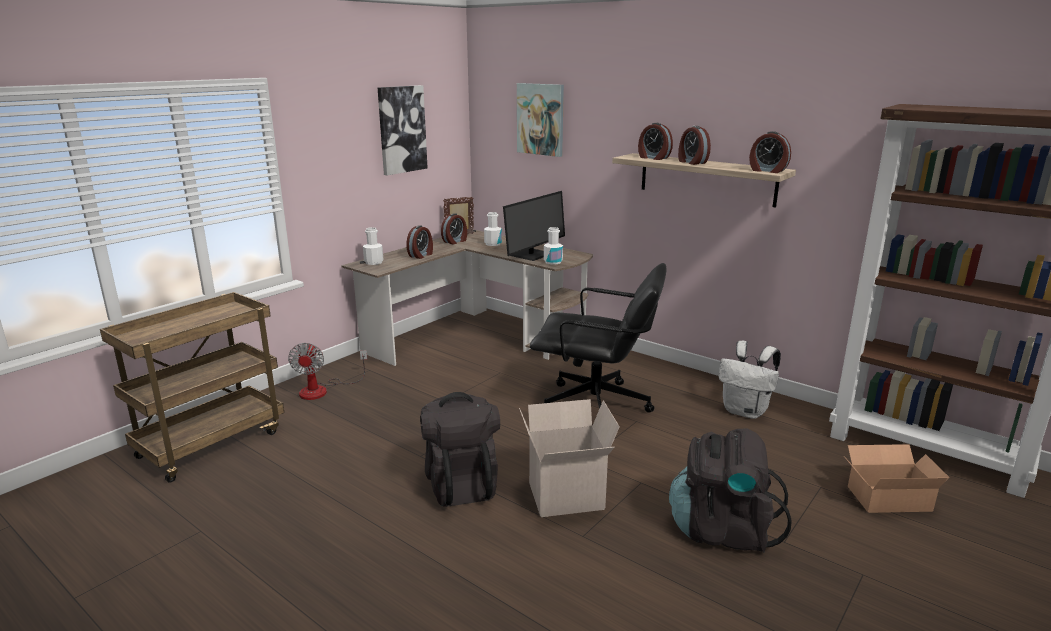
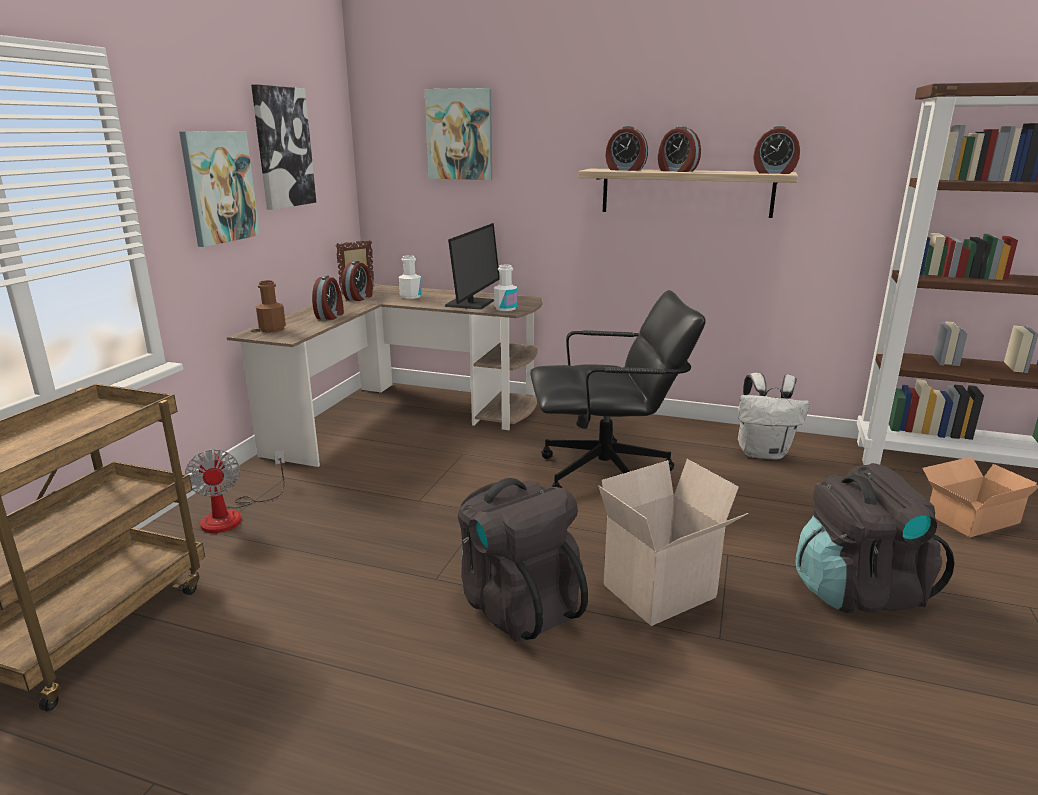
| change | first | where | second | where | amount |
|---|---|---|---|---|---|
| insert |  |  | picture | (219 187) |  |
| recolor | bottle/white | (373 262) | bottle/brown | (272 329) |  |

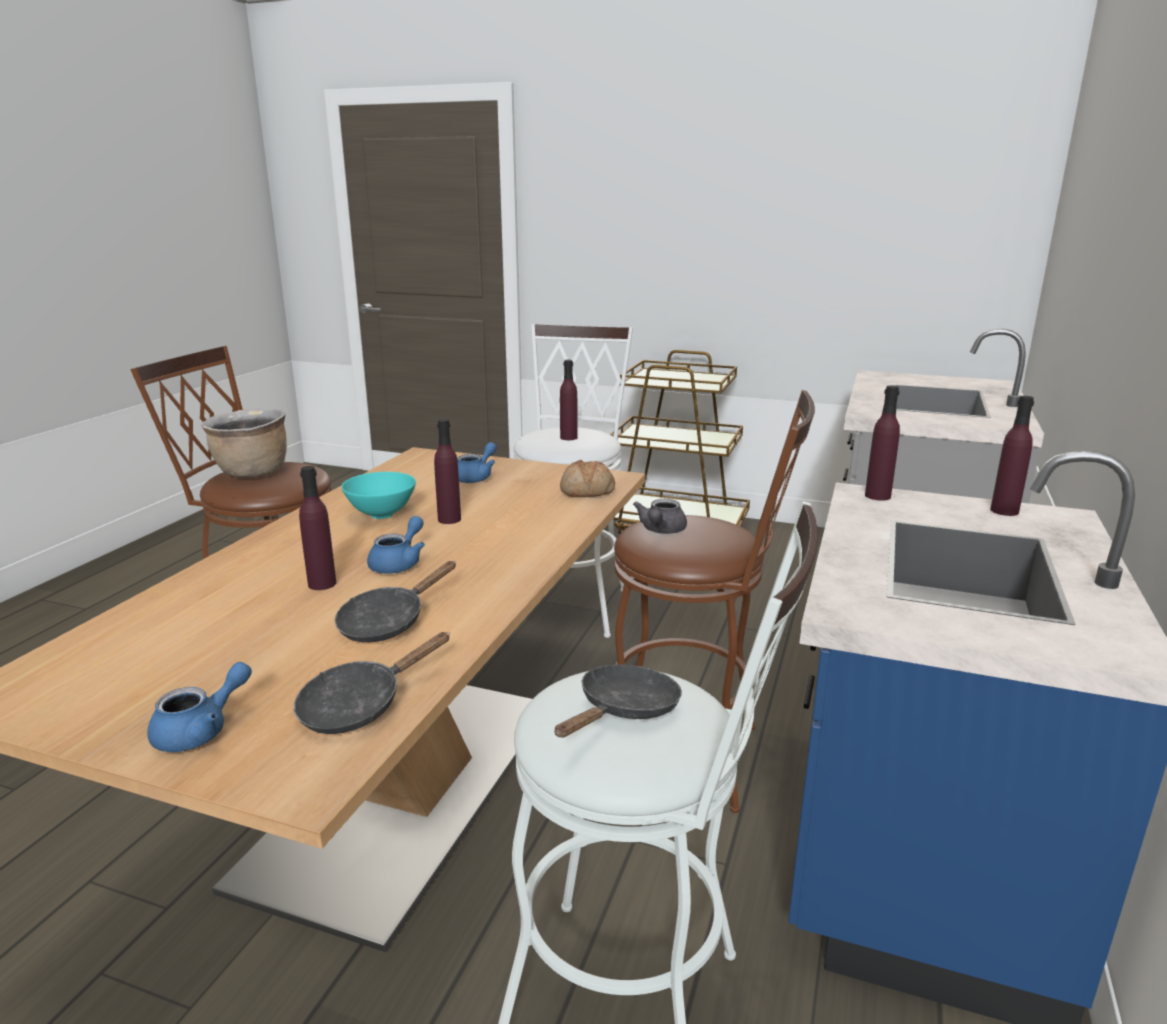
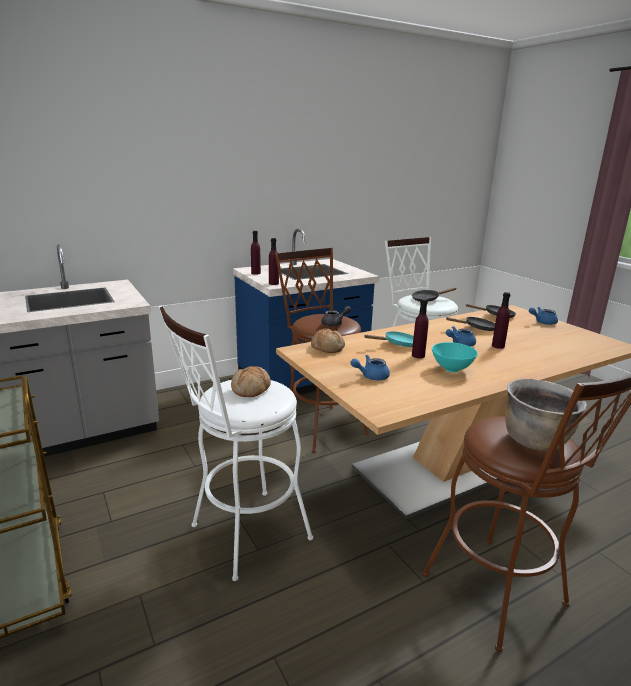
| change | first | where | second | where | amount |
|---|---|---|---|---|---|
| replace | bottle/purple | (568 437) | bread | (251 389) |  |
| insert |  |  | frying pan/turquoise | (398 344) |  |

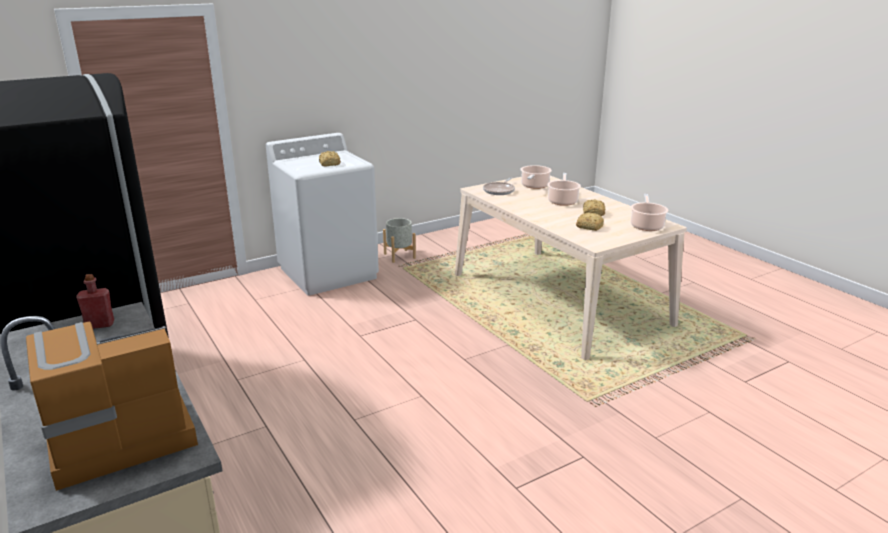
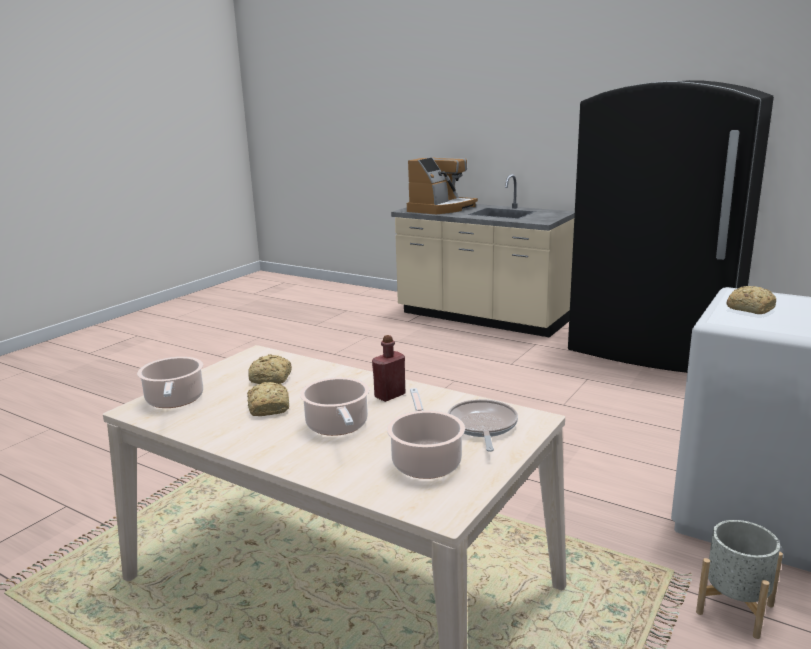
| change | first | where | second | where | amount |
|---|---|---|---|---|---|
| move | bottle/red | (100 325) |  | (390 395) |  |

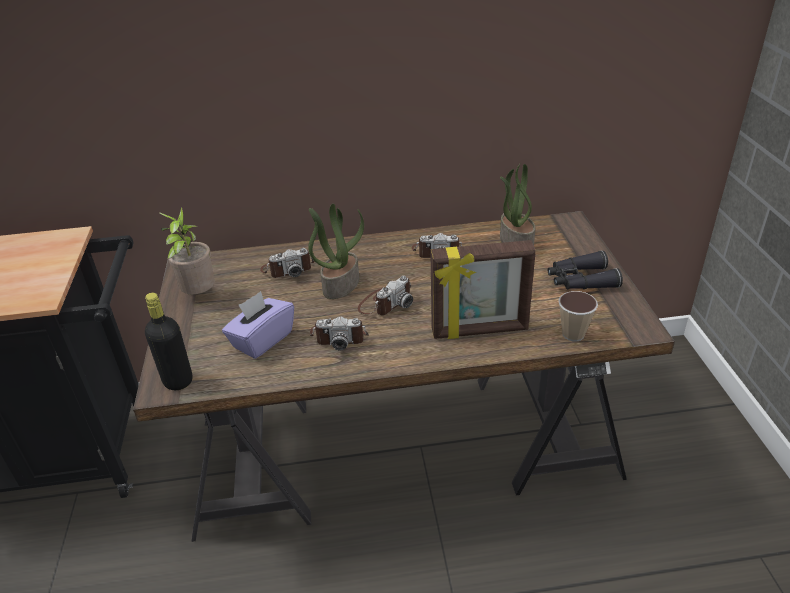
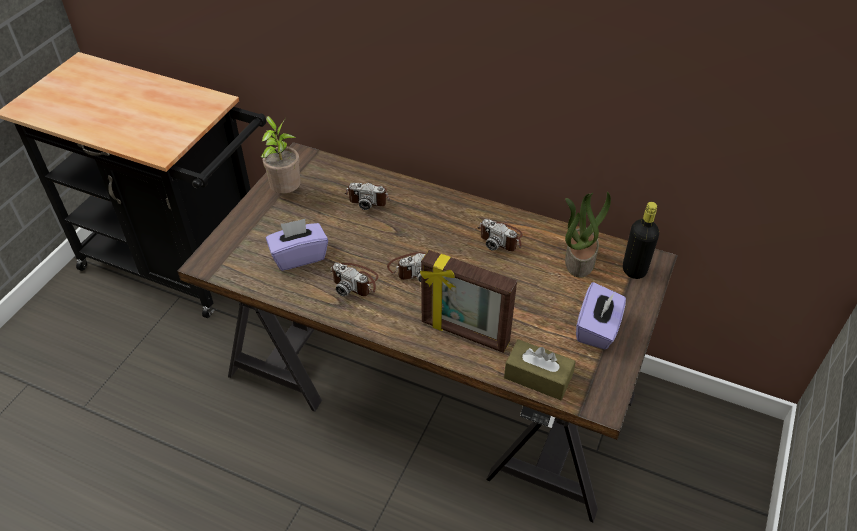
| change | first | where | second | where | amount |
|---|---|---|---|---|---|
| replace | cup | (573 334) | tissue box/brown | (538 377) |  |
| replace | binoculars/black | (580 280) | tissue box/purple | (597 329) |  |
| move | bottle/black | (178 381) |  | (634 270) |  |
| delete | potted plant | (340 284) |  |  |  |

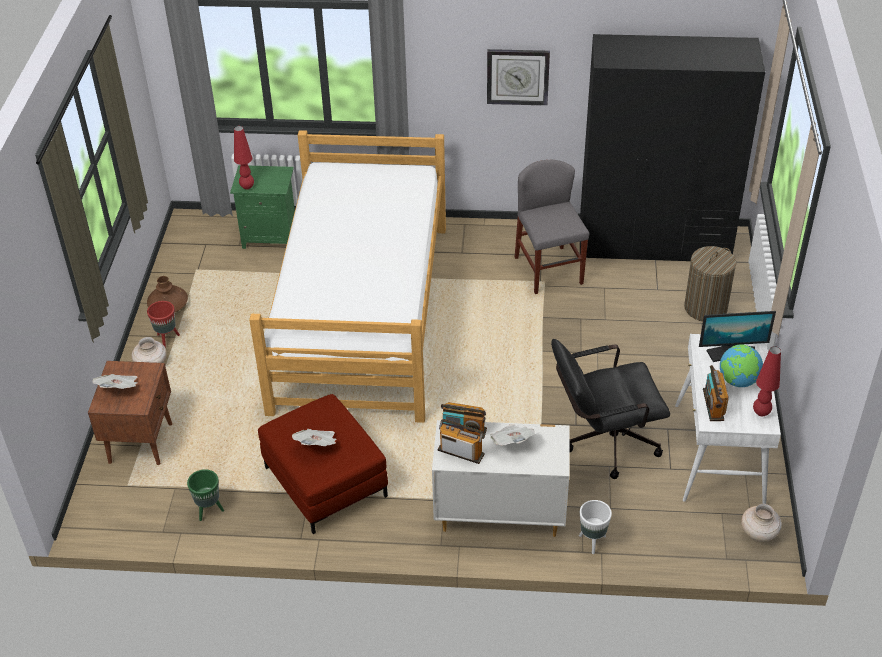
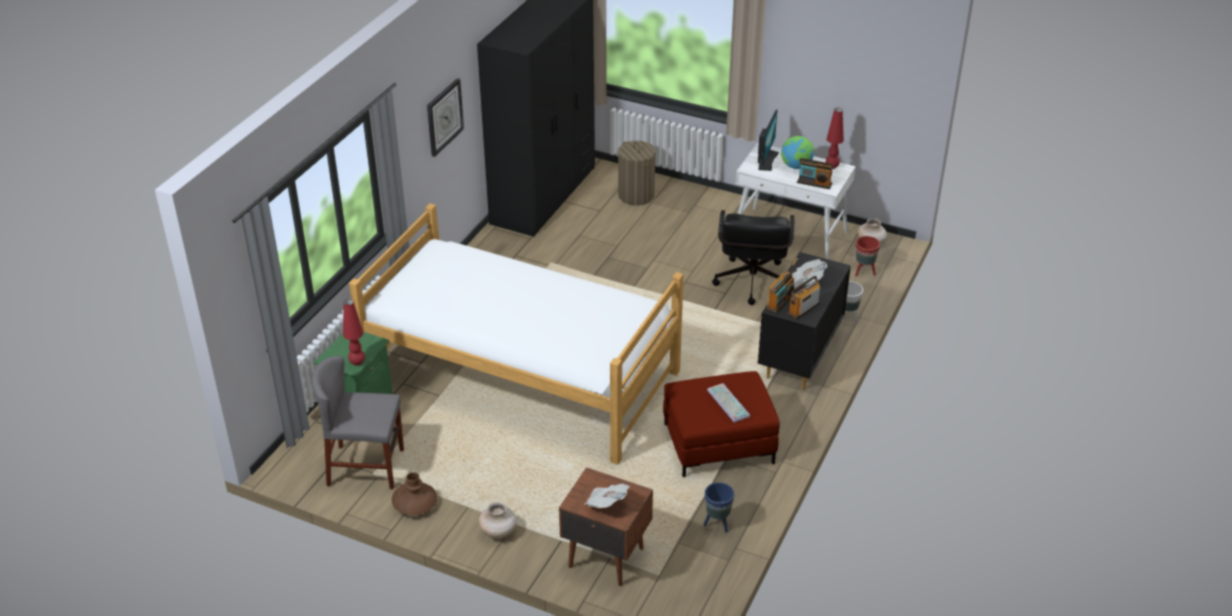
| change | first | where | second | where | amount |
|---|---|---|---|---|---|
| move | chair/grey | (548 270) |  | (366 467) |  |
| recolor | planter/green | (209 510) | planter/blue | (717 524) |  |
| replace | newspaper | (317 445) | keyboard | (727 403) |  |
| recolor | dresser/white | (499 514) | dresser/black | (799 356) |  |
| move | planter/red | (167 339) |  | (864 272) |  |

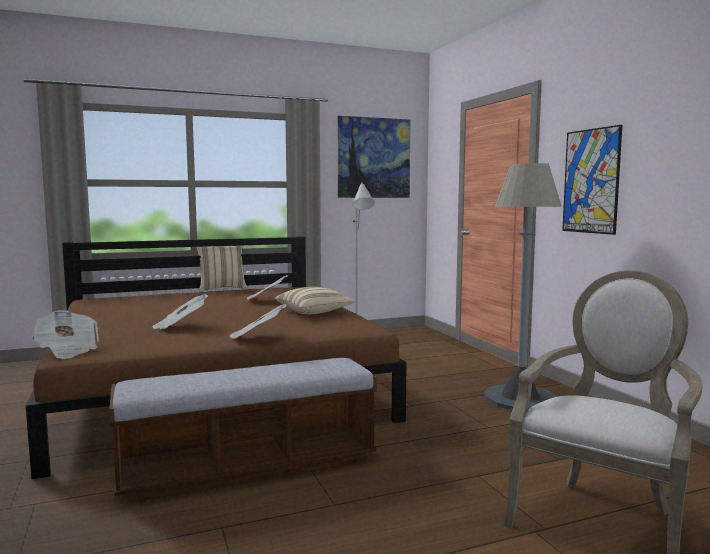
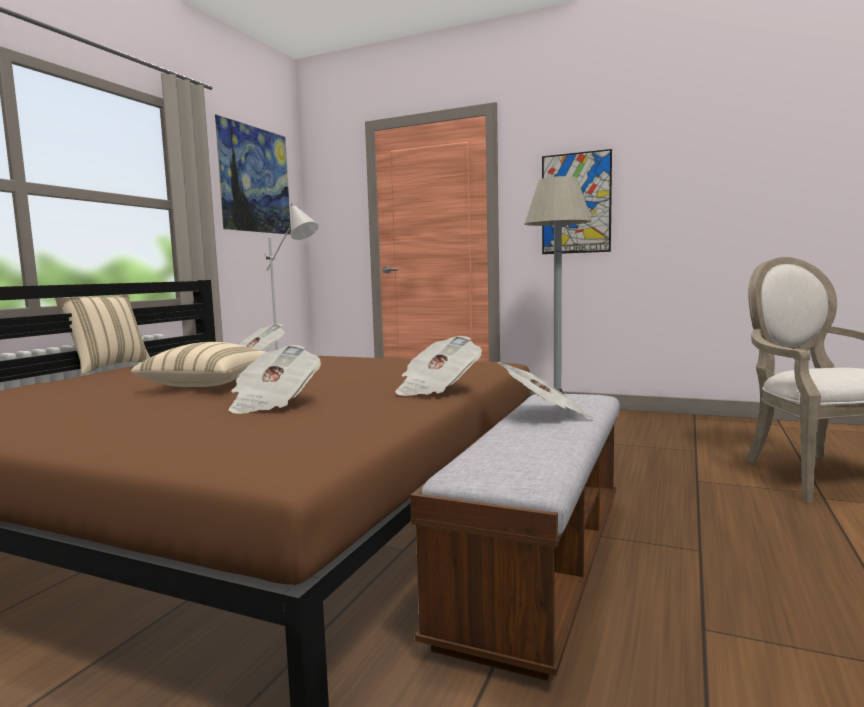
| change | first | where | second | where | amount |
|---|---|---|---|---|---|
| move | pillow/beige | (315 312) |  | (210 384) |  |
| move | newspaper | (67 351) |  | (545 414) |  |

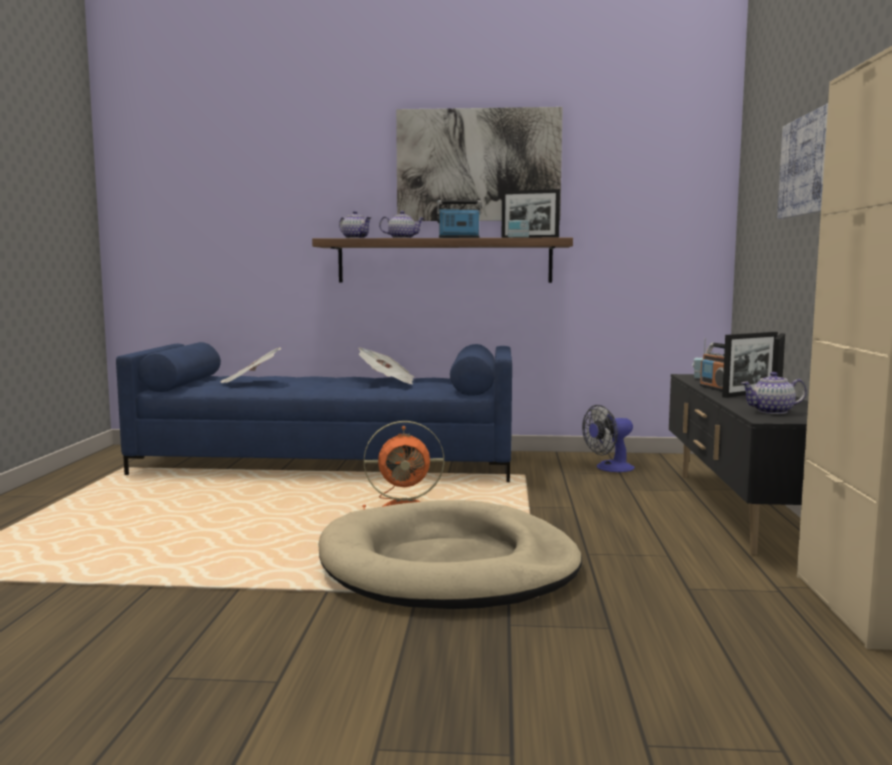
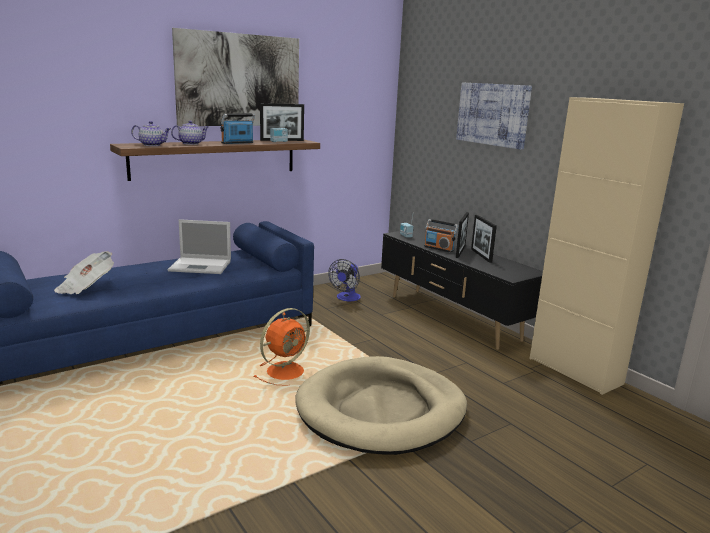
| change | first | where | second | where | amount |
|---|---|---|---|---|---|
| replace | newspaper | (387 382) | laptop | (201 266) |  |
| delete | teapot | (772 411) |  |  |  |

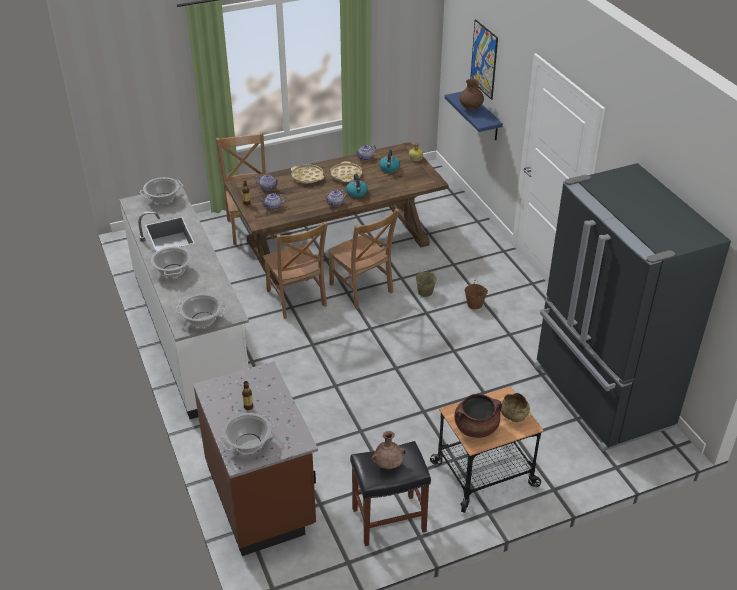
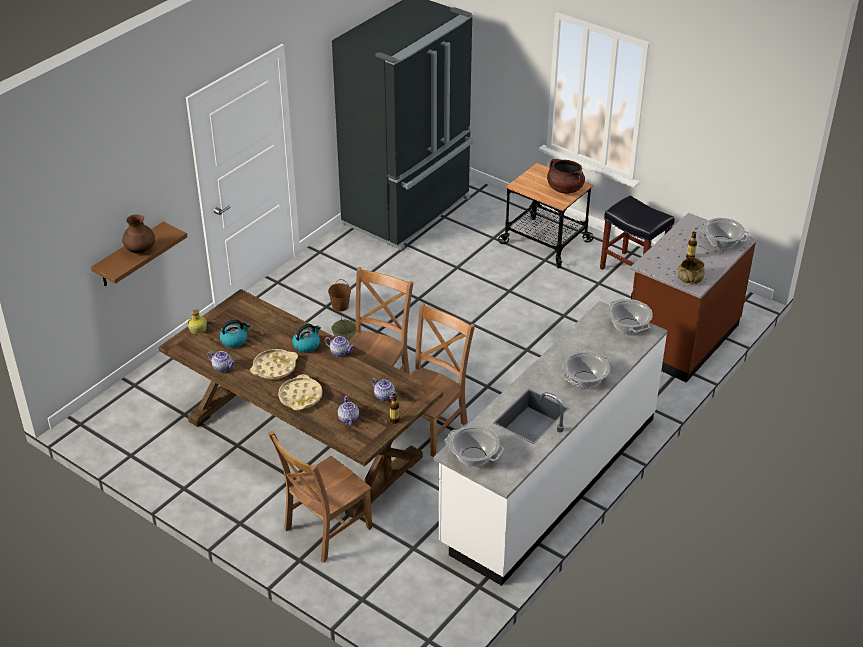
| change | first | where | second | where | amount |
|---|---|---|---|---|---|
| recolor | shelf/blue | (483 116) | shelf/brown | (130 255) |  |
| move | bowl/beige | (514 415) |  | (690 279) |  |
| delete | vase/brown | (388 465) |  |  |  |
| delete | picture | (484 59) |  |  |  |

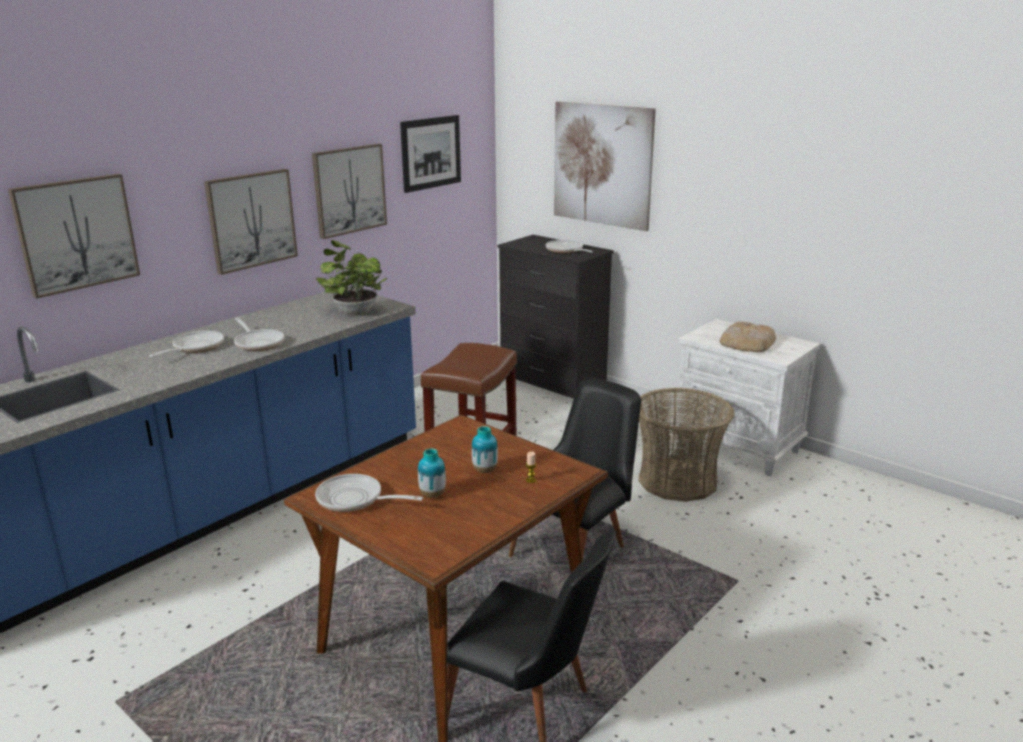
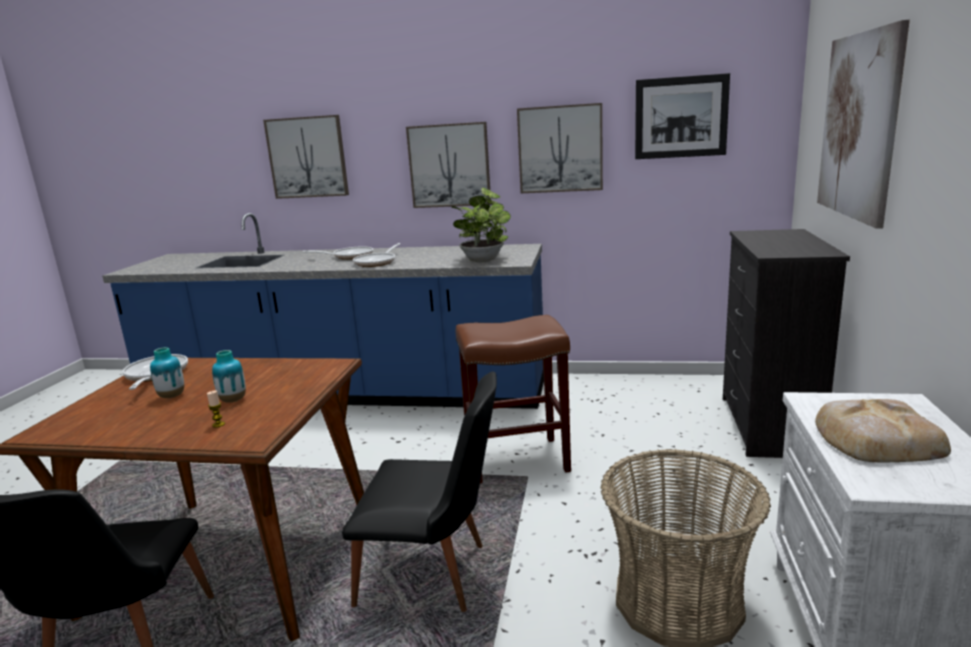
| change | first | where | second | where | amount |
|---|---|---|---|---|---|
| delete | frying pan | (566 251) |  |  |  |

